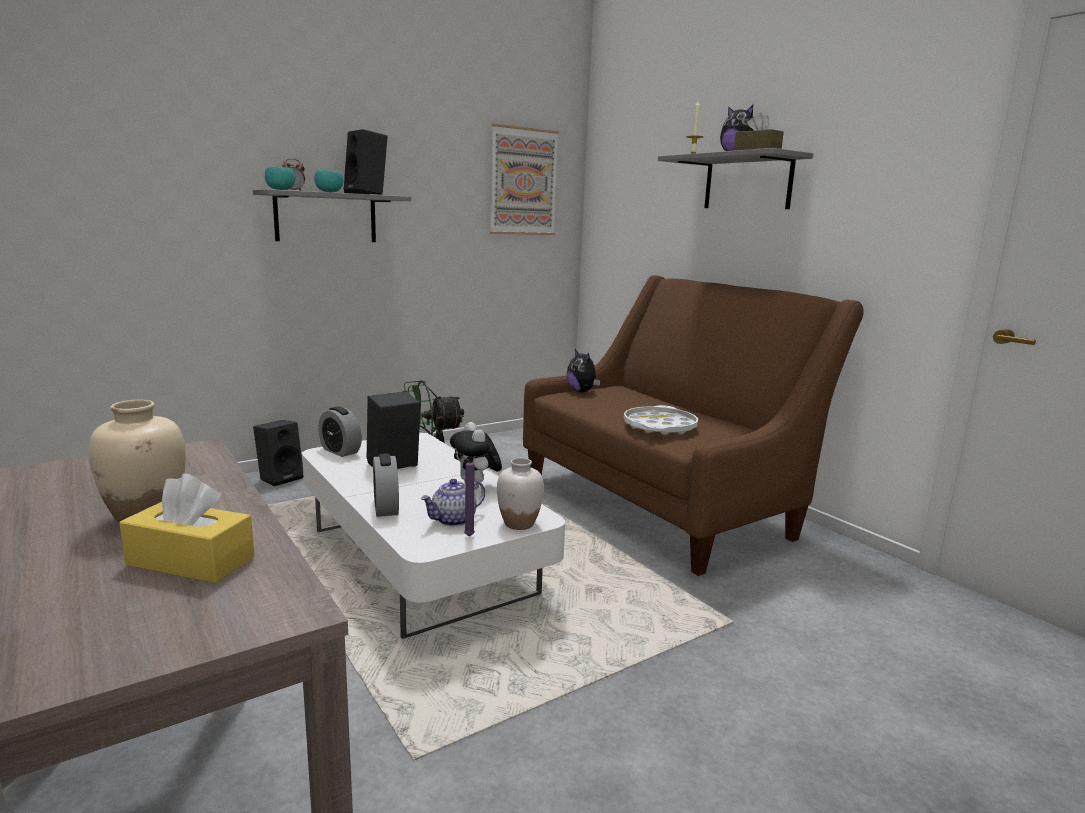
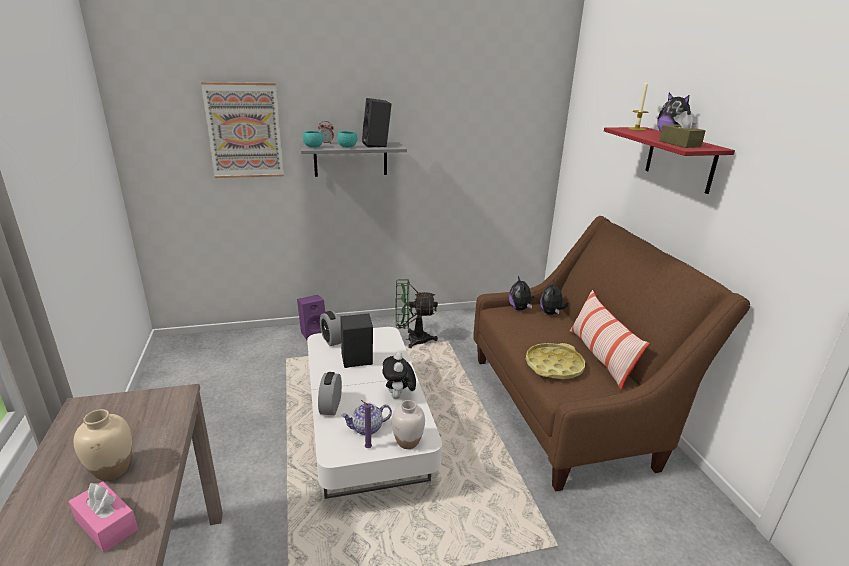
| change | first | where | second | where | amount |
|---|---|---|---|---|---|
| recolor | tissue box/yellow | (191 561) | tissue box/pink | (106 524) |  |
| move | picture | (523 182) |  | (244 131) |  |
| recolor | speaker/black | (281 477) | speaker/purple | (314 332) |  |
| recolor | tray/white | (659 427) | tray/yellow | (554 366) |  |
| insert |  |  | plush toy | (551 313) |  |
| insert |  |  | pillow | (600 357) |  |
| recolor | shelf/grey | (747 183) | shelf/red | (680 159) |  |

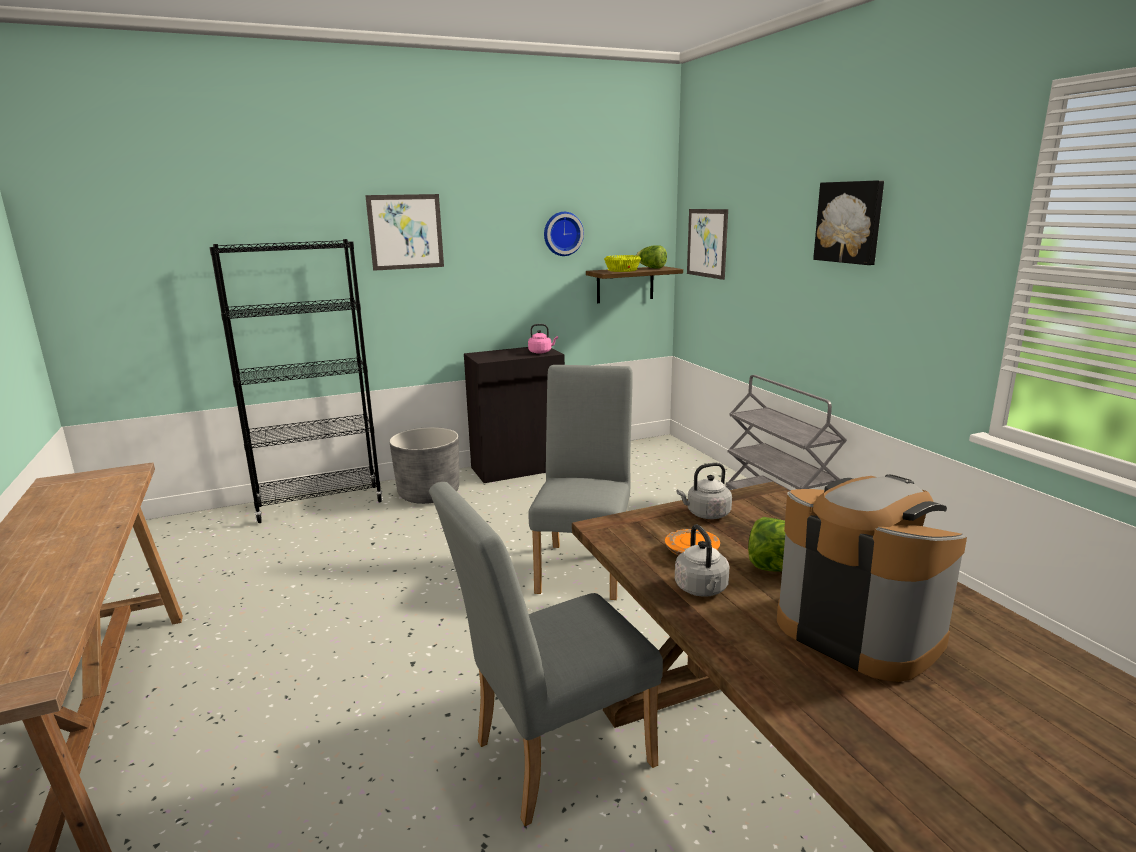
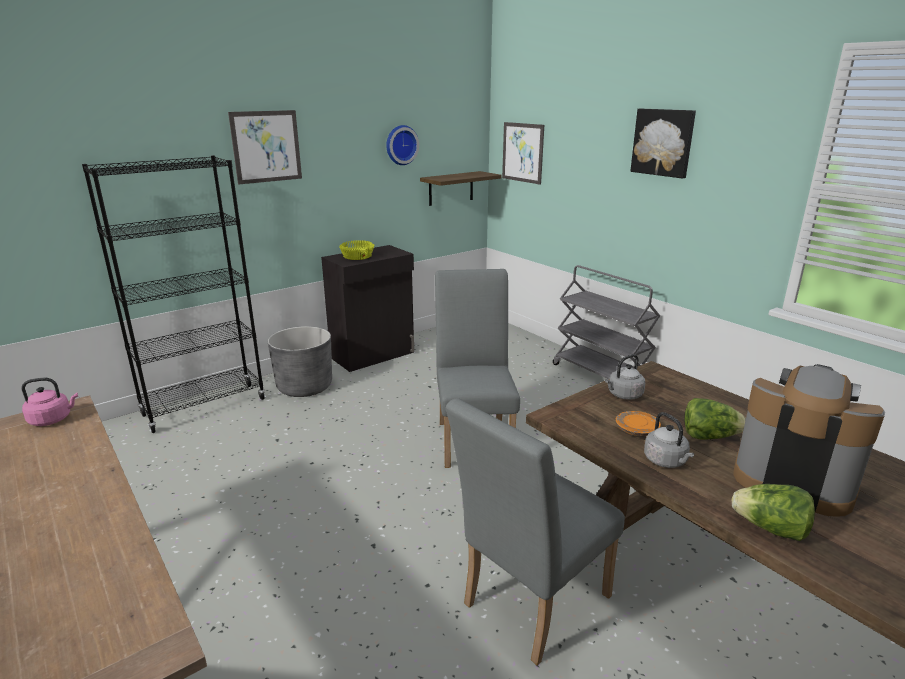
| change | first | where | second | where | amount |
|---|---|---|---|---|---|
| move | kettle/pink | (541 352) |  | (53 419) |  |
| move | bowl/yellow | (622 270) |  | (357 256) |  |
| move | lettuce | (651 268) |  | (770 529) |  |

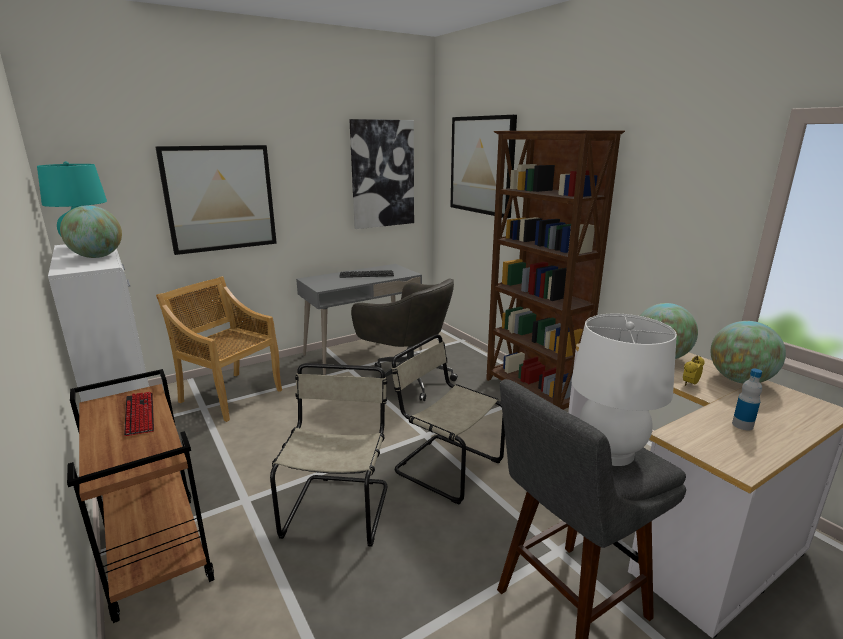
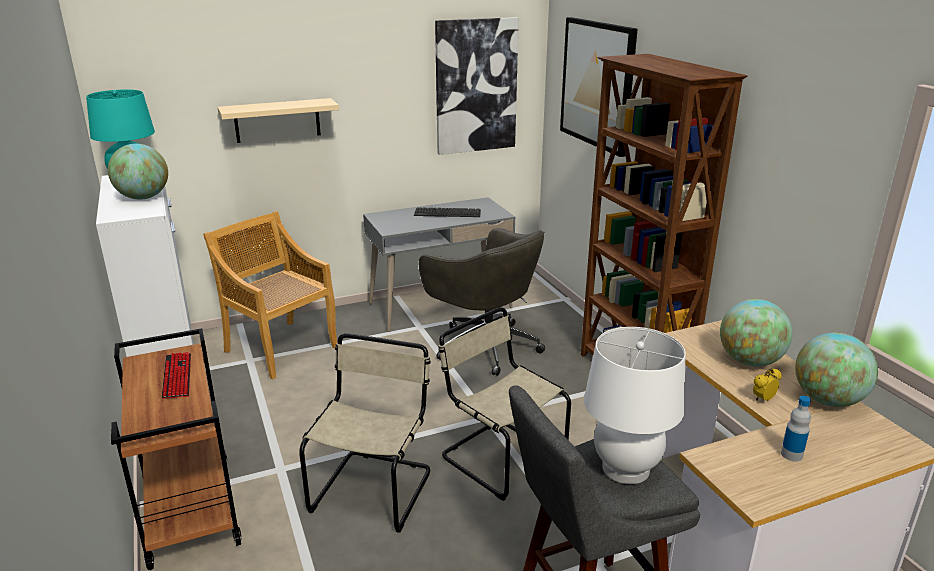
| change | first | where | second | where | amount |
|---|---|---|---|---|---|
| replace | picture | (220 198) | shelf/beige | (277 120) |  |

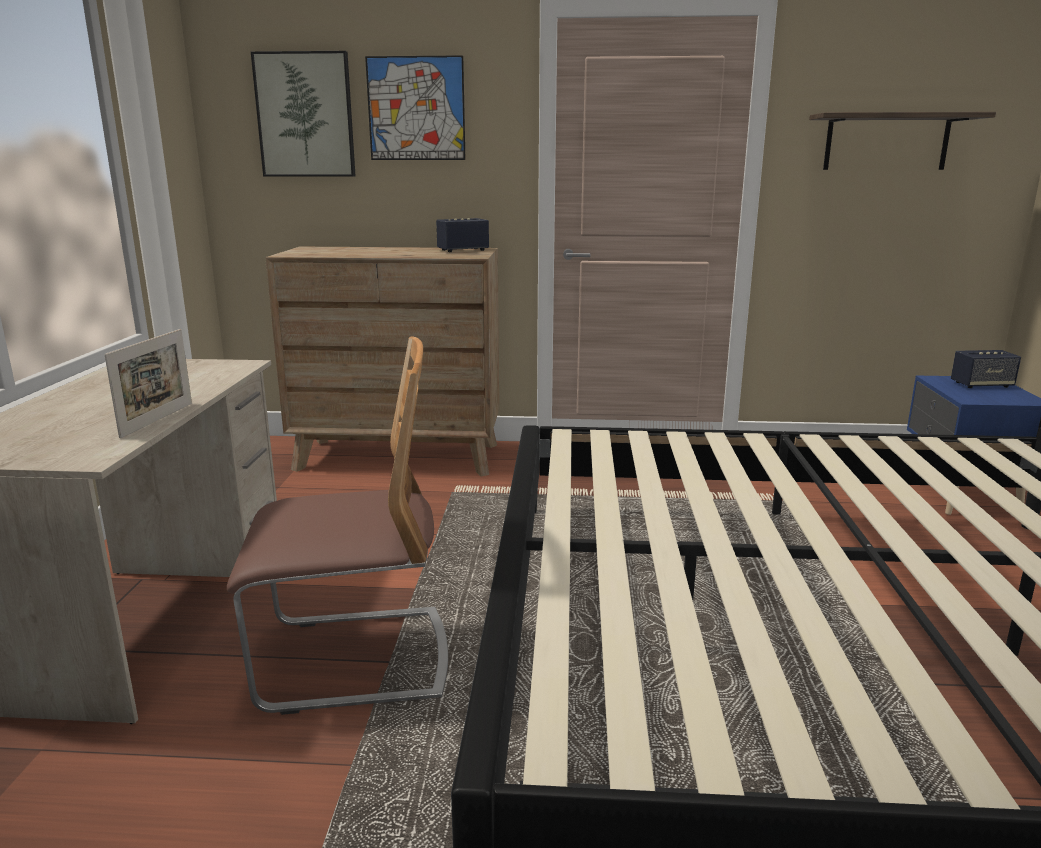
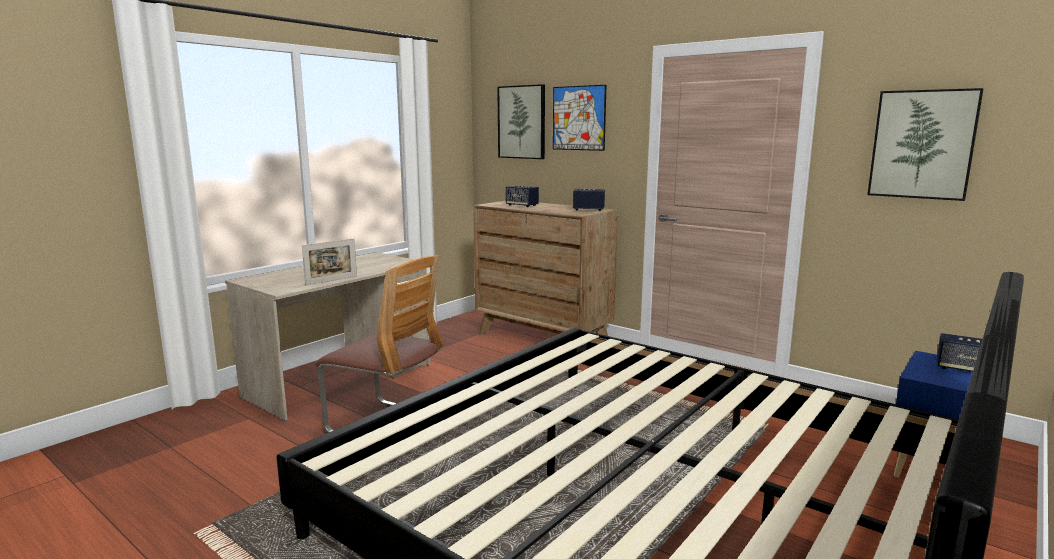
| change | first | where | second | where | amount |
|---|---|---|---|---|---|
| insert |  |  | speaker | (522 205) |  |
| replace | shelf | (886 142) | picture | (922 144) |  |

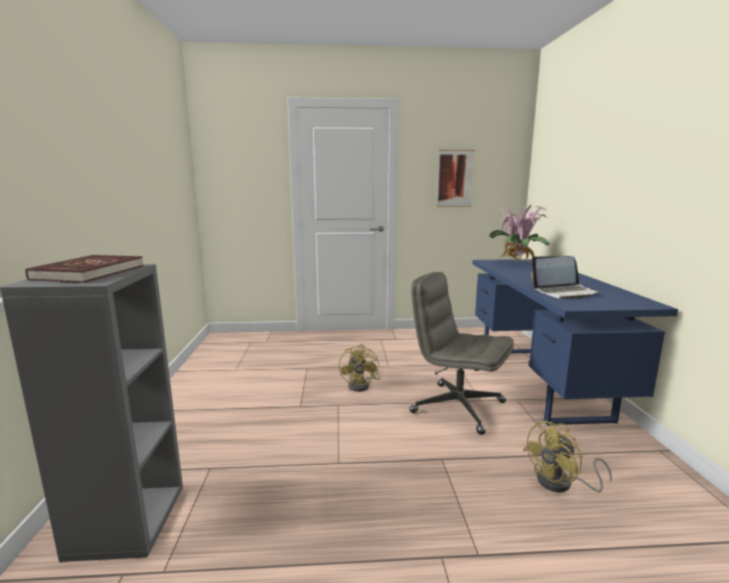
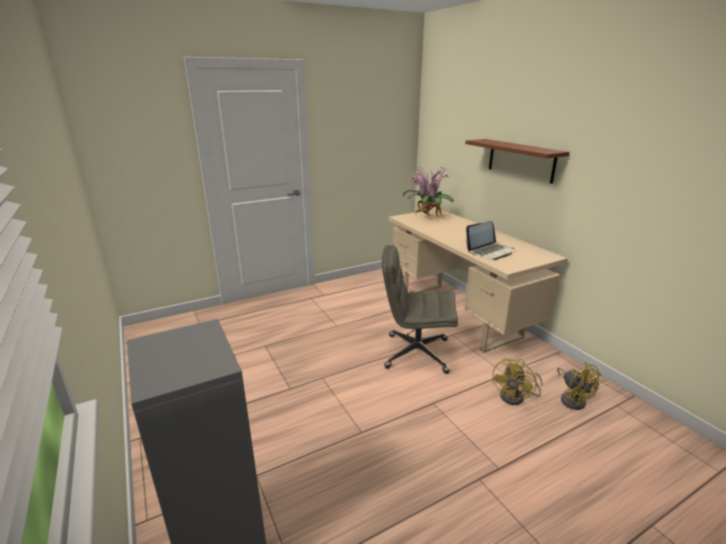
| change | first | where | second | where | amount |
|---|---|---|---|---|---|
| recolor | desk/blue | (540 382) | desk/beige | (459 314) |  |
| insert |  |  | shelf/brown | (521 160) |  |
| move | fan/yellow | (362 385) |  | (572 399) |  |
| delete | book/red | (89 272) |  |  |  |
| delete | picture | (455 178) |  |  |  |

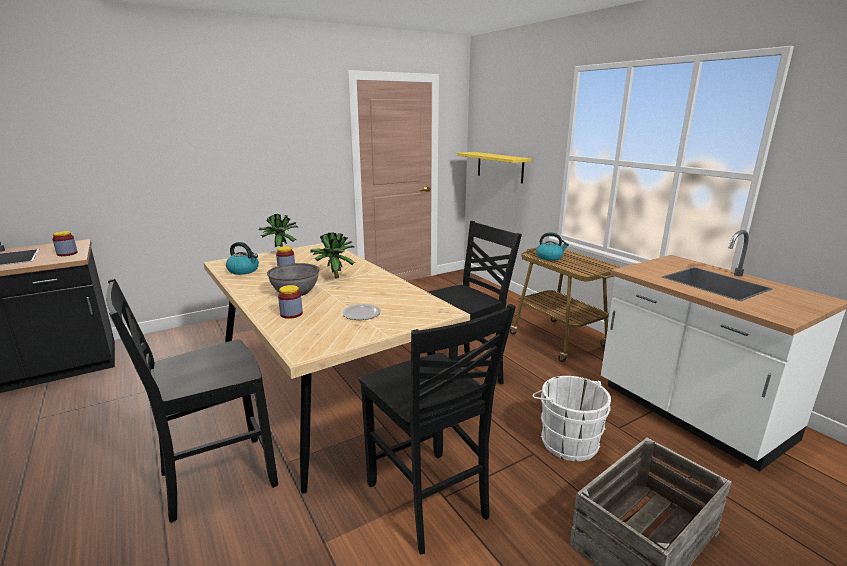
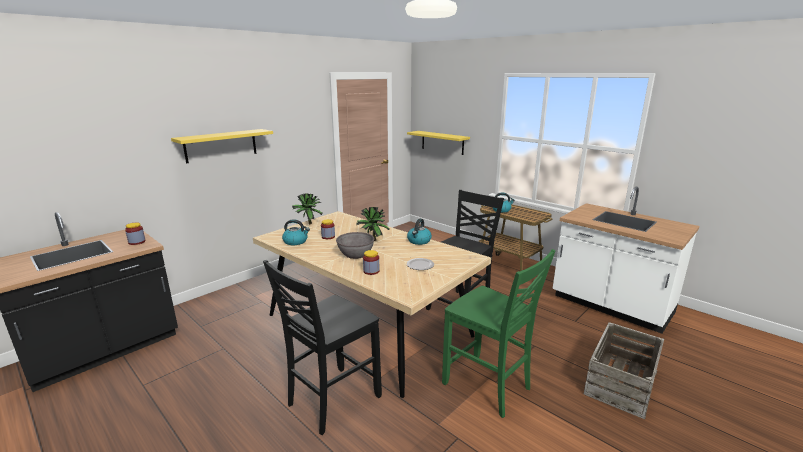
| change | first | where | second | where | amount |
|---|---|---|---|---|---|
| insert |  |  | shelf/yellow | (221 145) |  |
| insert |  |  | kettle | (419 241) |  |
| recolor | chair/black | (429 501) | chair/green | (488 386) |  |
| delete | bucket/white | (566 441) |  |  |  |

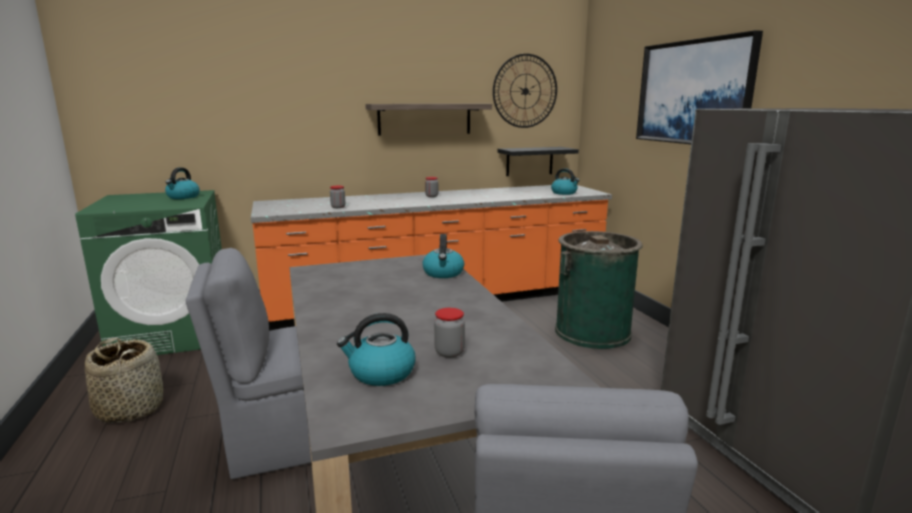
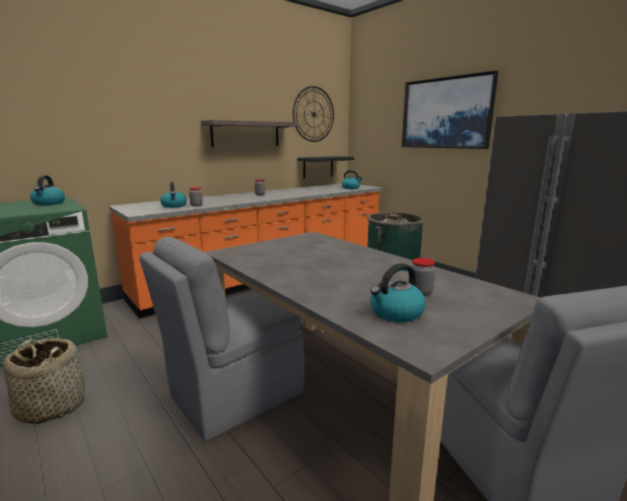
| change | first | where | second | where | amount |
|---|---|---|---|---|---|
| move | kettle | (443 273) |  | (174 206) |  |

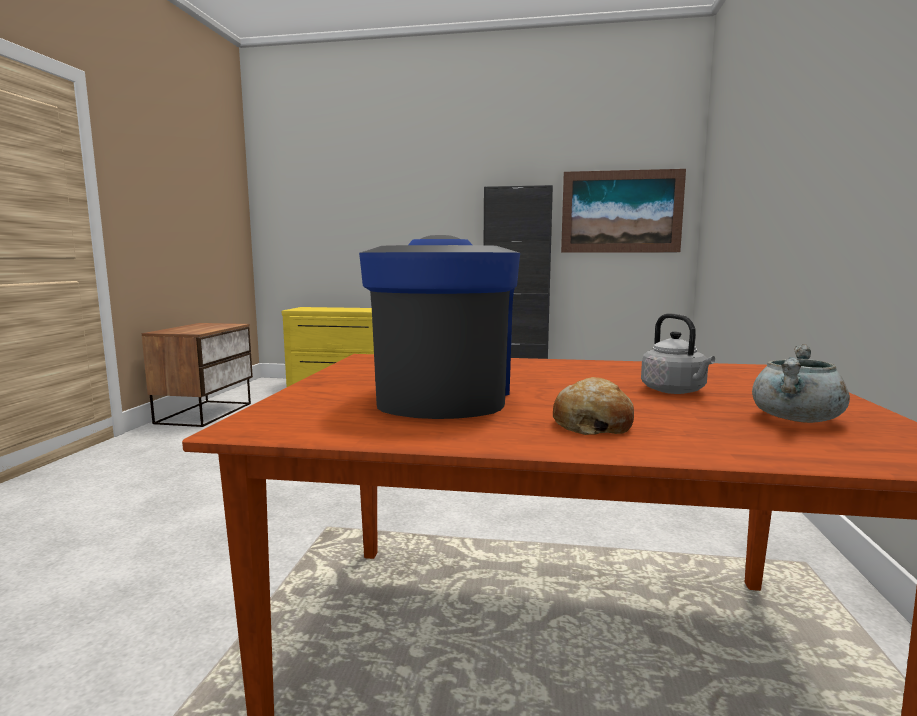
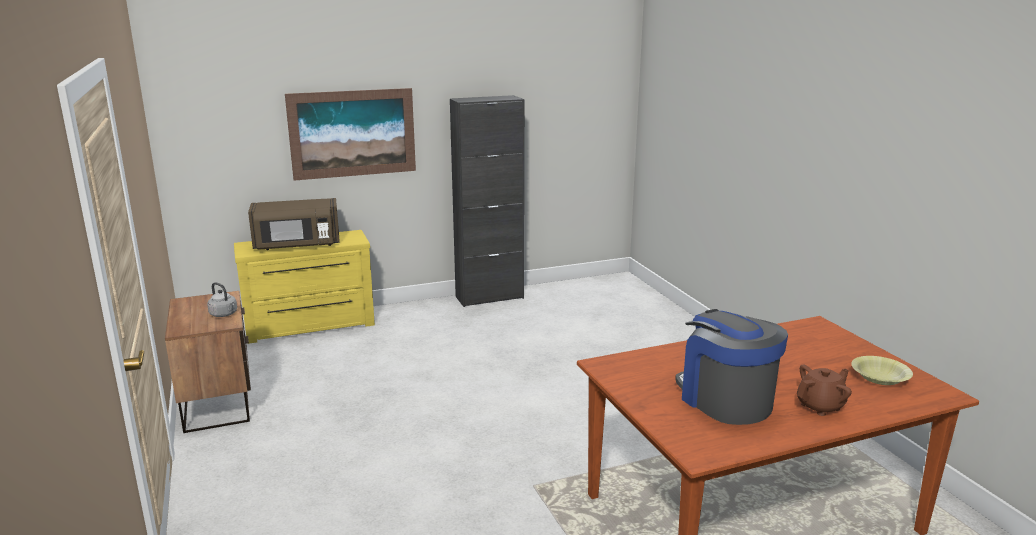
| change | first | where | second | where | amount |
|---|---|---|---|---|---|
| move | kettle/grey | (675 391) |  | (224 314) |  |
| insert |  |  | microwave/brown | (297 245) |  |
| move | picture | (621 212) |  | (352 133) |  |
| replace | bread | (592 424) | teapot/brown | (820 406) |  |
| replace | cooking pot/grey | (796 419) | bowl/yellow | (880 378) |  |

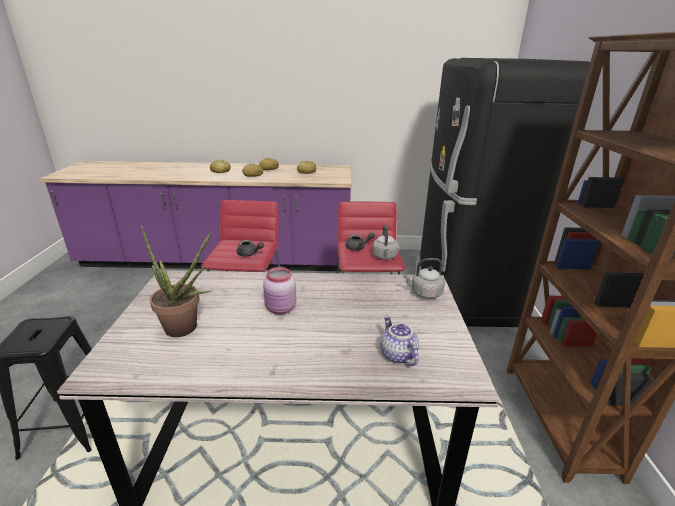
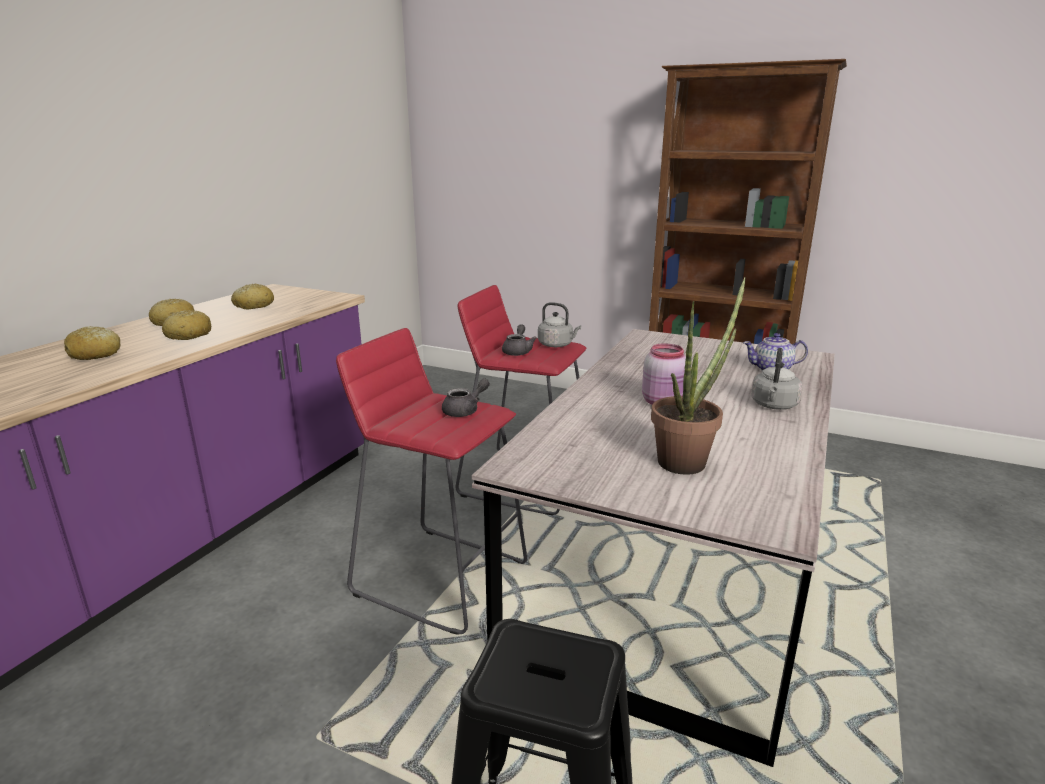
| change | first | where | second | where | amount |
|---|---|---|---|---|---|
| move | kettle/grey | (424 293) |  | (773 406) |  |
| delete | fridge/black | (461 292) |  |  |  |

